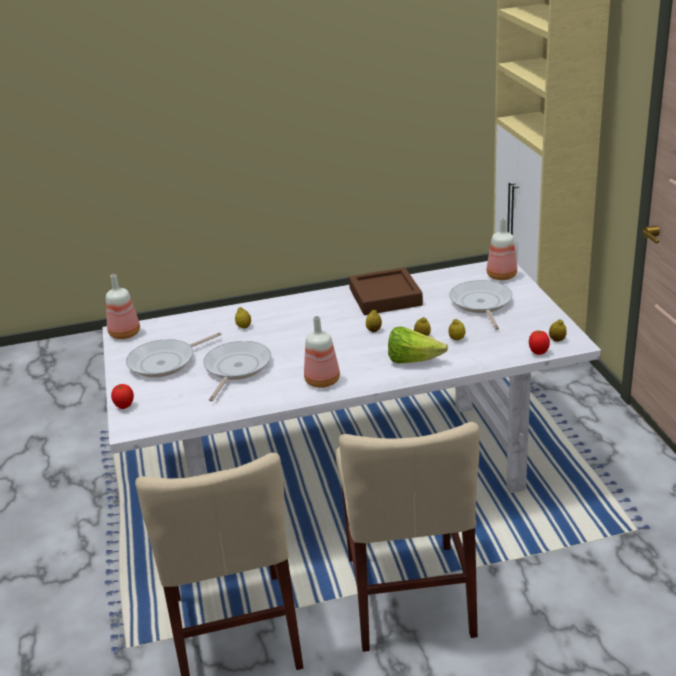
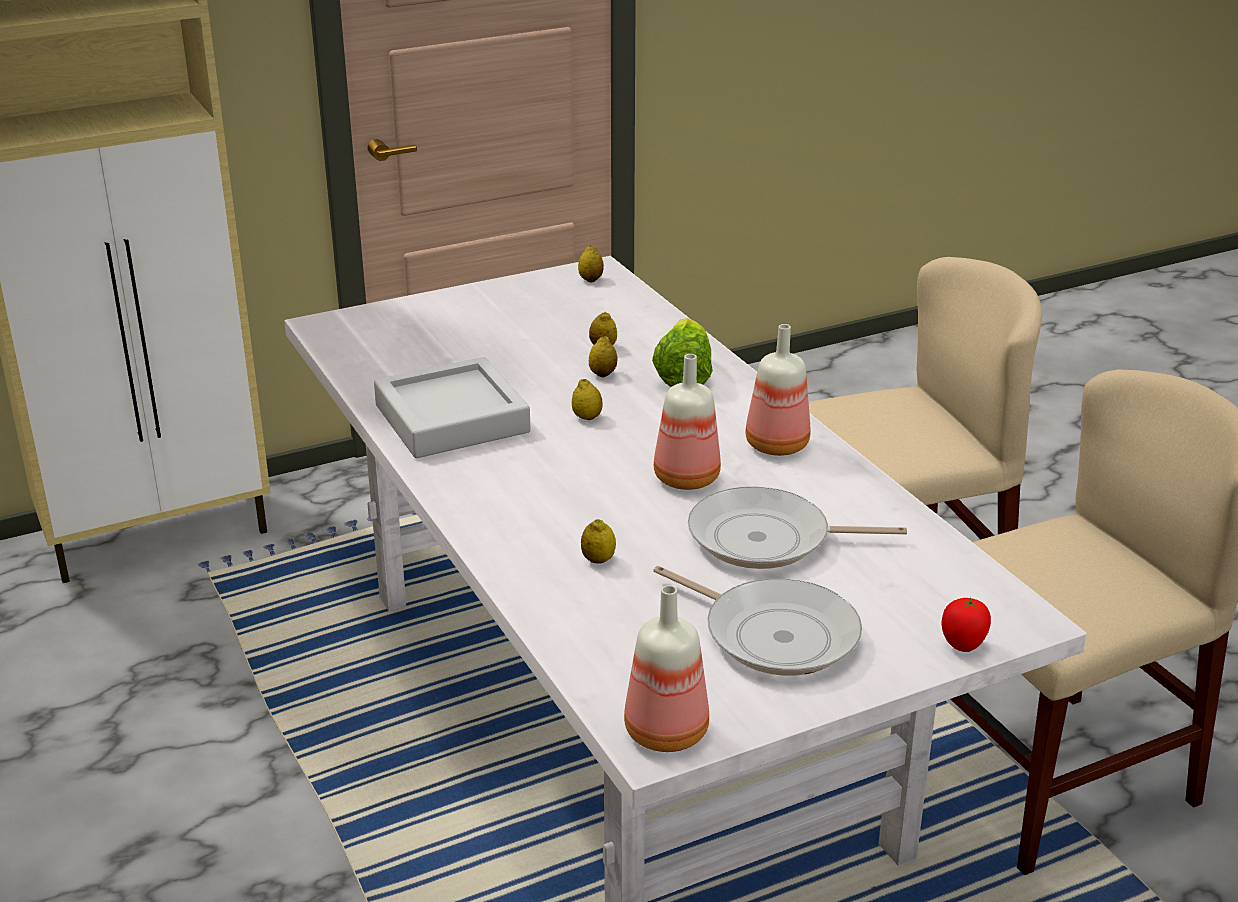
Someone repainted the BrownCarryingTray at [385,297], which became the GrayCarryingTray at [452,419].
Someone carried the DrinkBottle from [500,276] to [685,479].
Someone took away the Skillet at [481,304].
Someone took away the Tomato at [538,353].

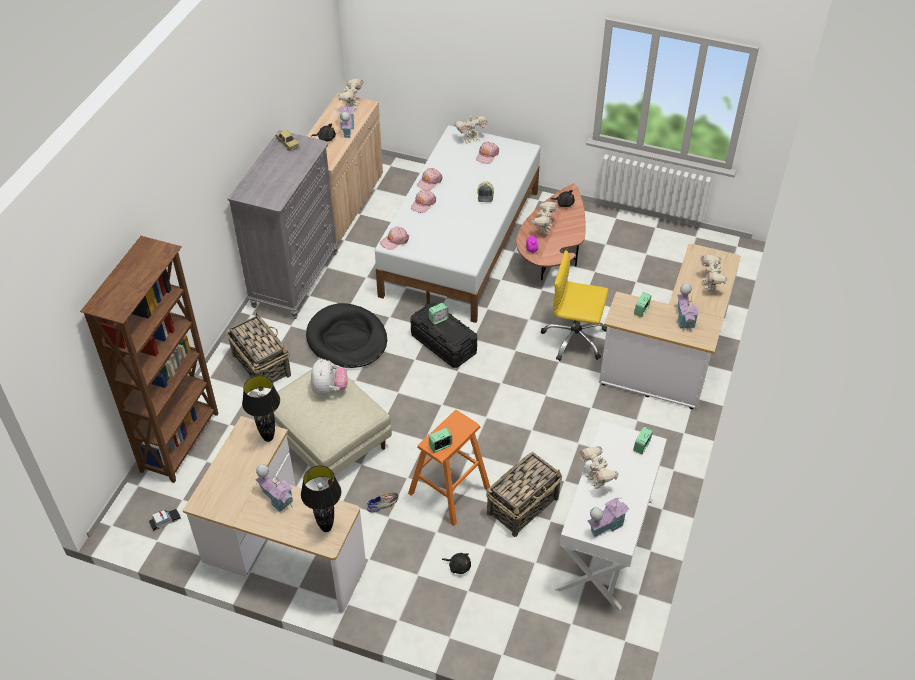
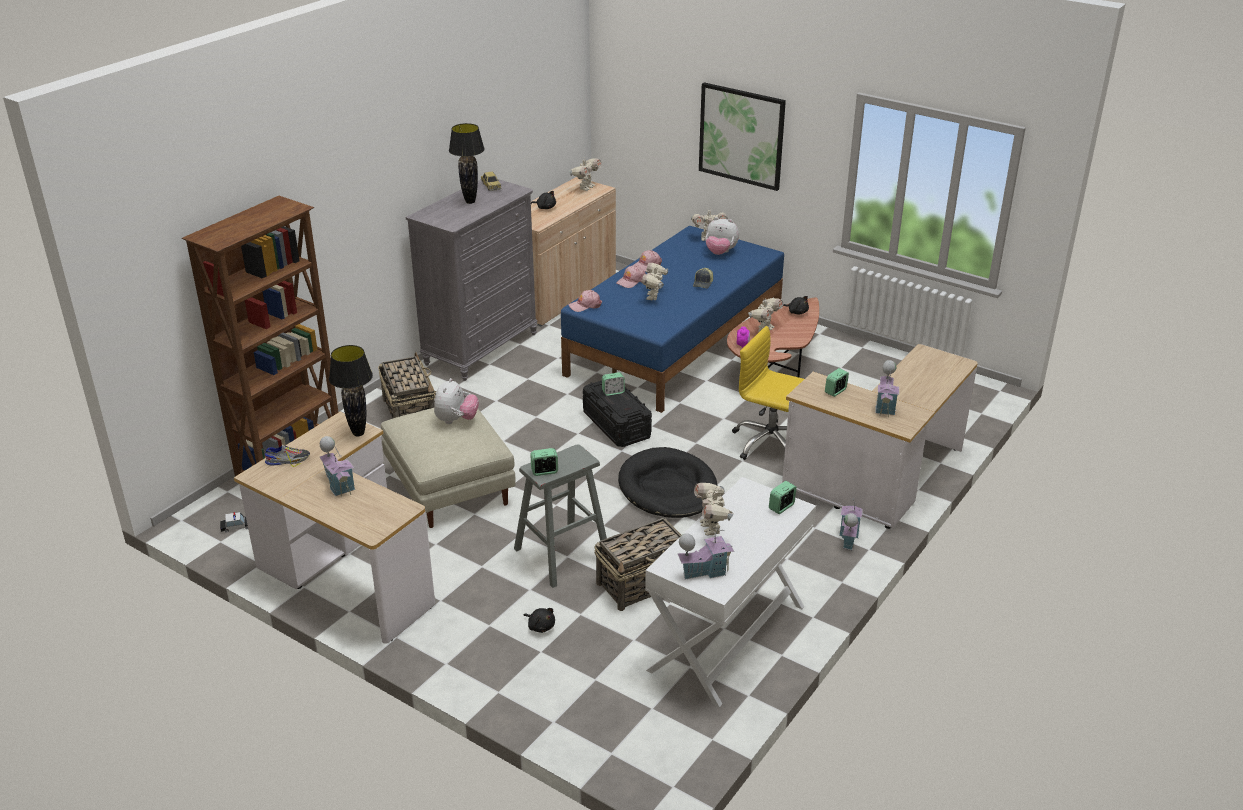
Someone carried the Shoe from [383,504] to [288,460].
Someone carried the BlackishTabletopLamp from [326,528] to [470,202].
Someone repainted the OrangeColouredSittingStool at [449,491], which became the GraySittingStool at [562,555].
Someone repainted the WhiteBedroomBed at [462,242], which became the BlueColouredBedroomBed at [676,344].
Someone carried the BlackishDogBed from [347,339] to [668,488].
Someone carried the RobotFigure from [709,285] to [653,297].
Someone put up the WallArt at [741,136].
Someone swapped the PinkBaseballCap at [487,155] for the PlushToy at [720,252].
Someone carried the ModelHouse from [347,130] to [848,538].

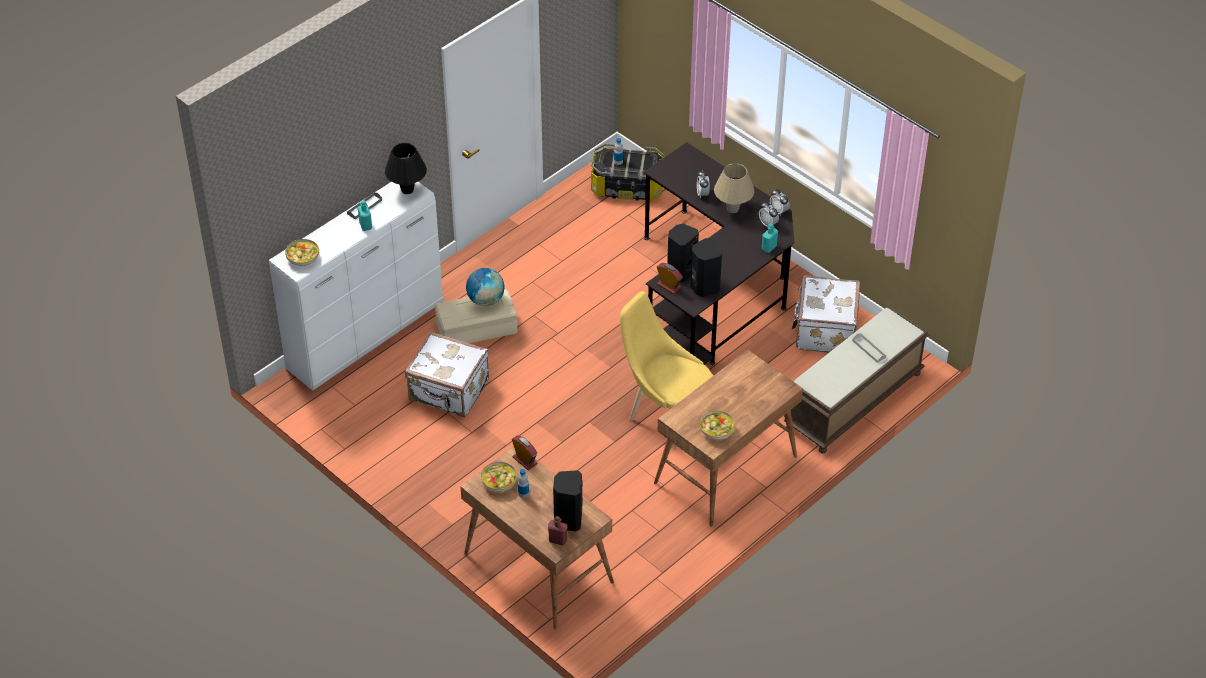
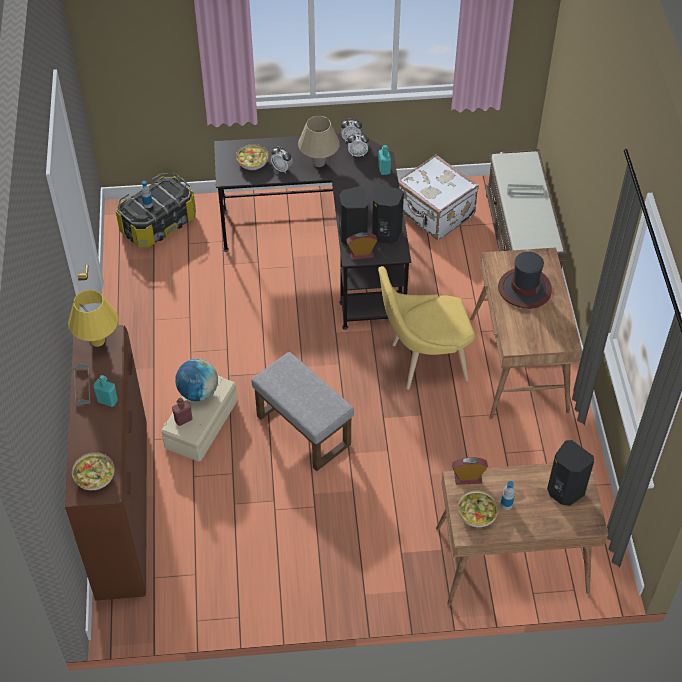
Someone repainted the WhiteDresser at [367,336], which became the BrownDresser at [124,510].
Someone repainted the BlackishTabletopLamp at [407,190], which became the YellowColouredTabletopLamp at [98,341].
Someone carried the RedColouredDrinkBottle from [558,540] to [183,420].
Someone carried the DeepDish from [717,430] to [252,162].
Someone put down the GrayOttoman at [302,430].
Someone put down the WearableHat at [524,289].
Someone took away the WhiteTravelCase at [449,391].

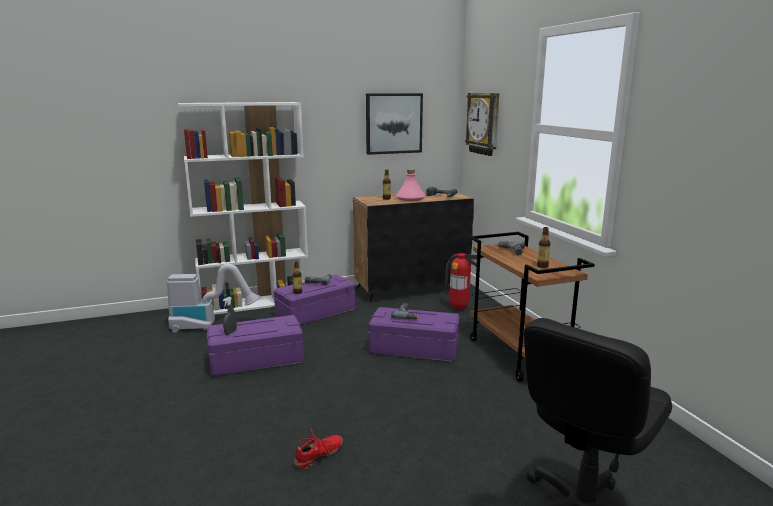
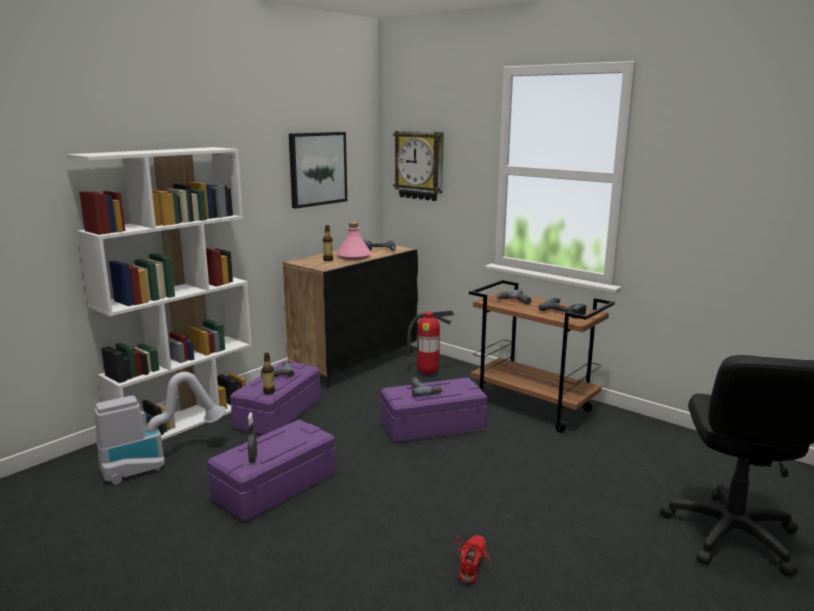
Someone swapped the DrinkBottle at [542,266] for the PowerDrill at [564,311].

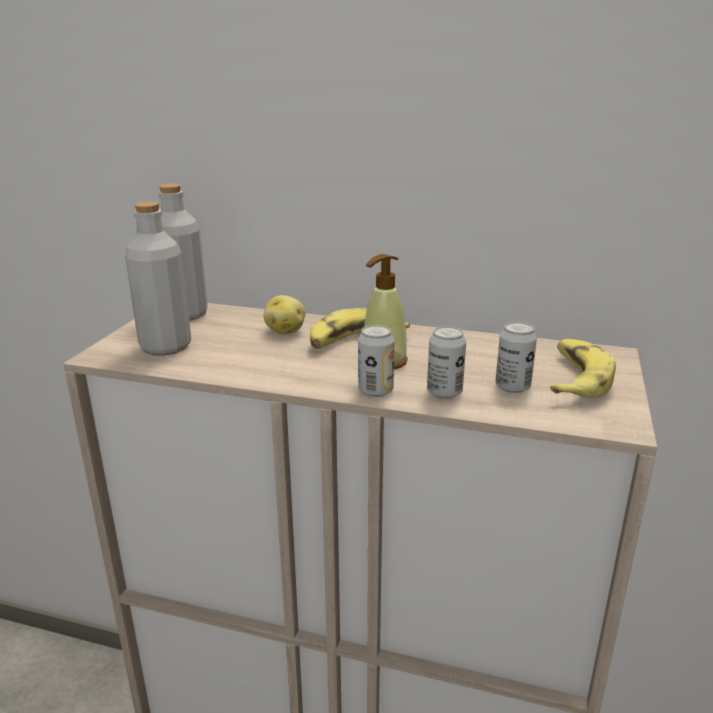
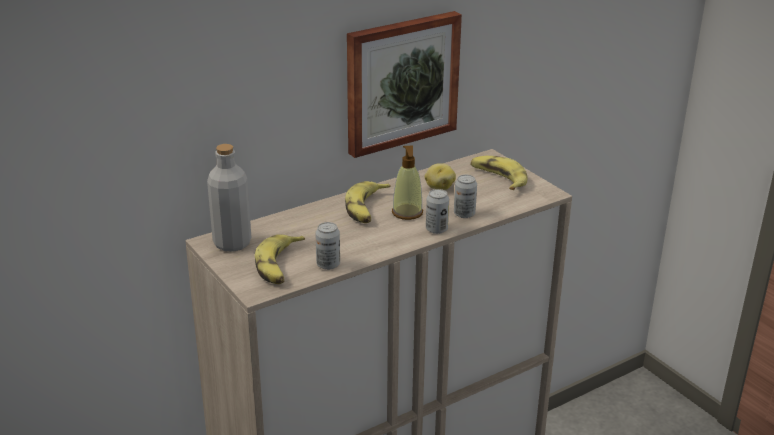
Someone swapped the GrayDrinkBottle at [165,347] for the BananaFruit at [279,266].
Someone carried the SealedCan from [512,387] to [328,264].
Someone put up the WallArt at [401,82].
Someone carried the WholePotato from [285,330] to [439,187].

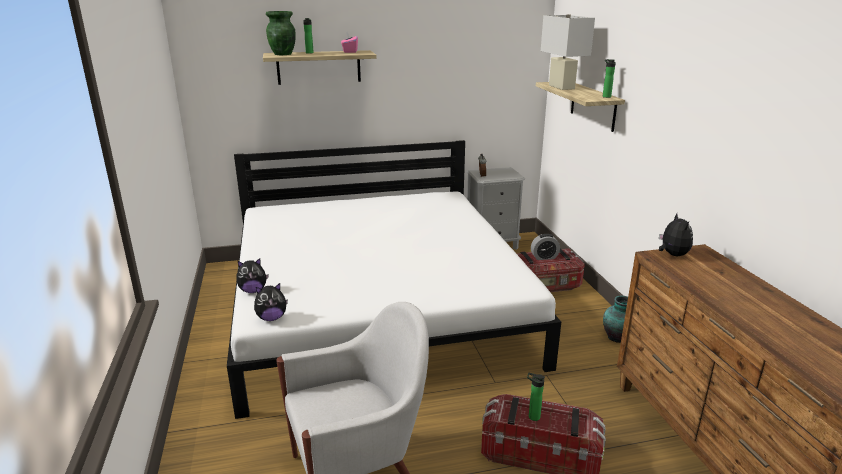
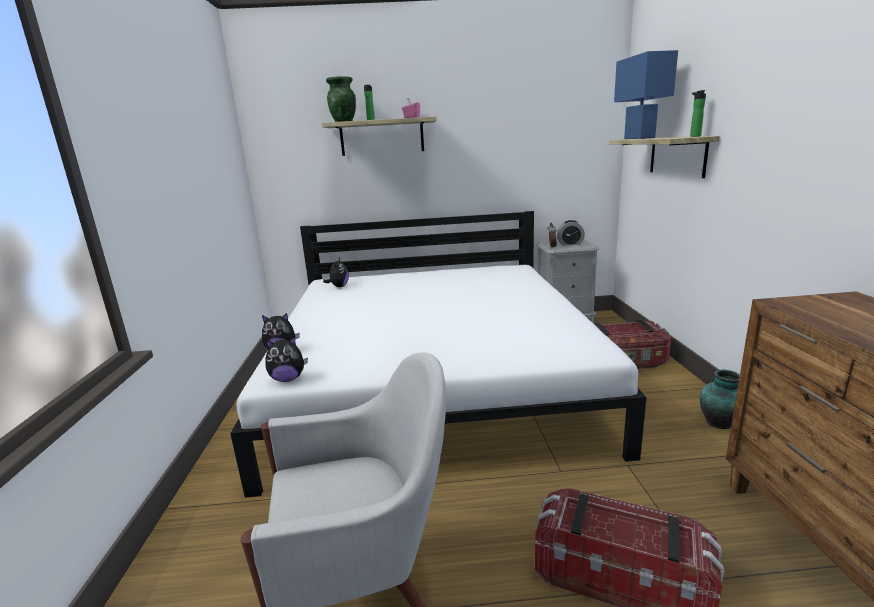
Someone carried the PlushToy from [672,254] to [339,286].
Someone carried the TableClock from [544,257] to [570,244].
Someone repainted the WhiteTabletopLamp at [561,87], which became the BlueColouredTabletopLamp at [639,138].
Someone took away the DrinkBottle at [532,416].

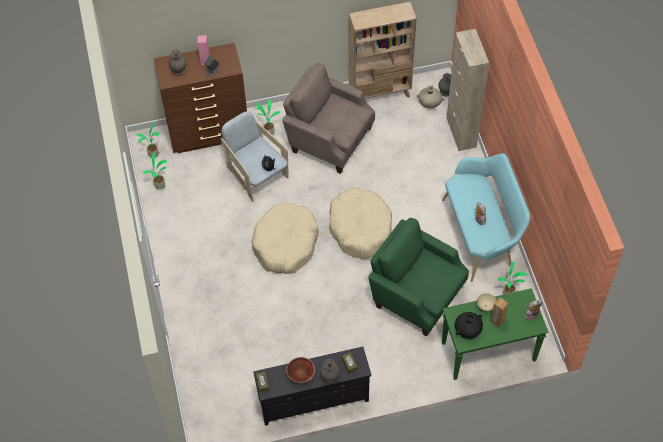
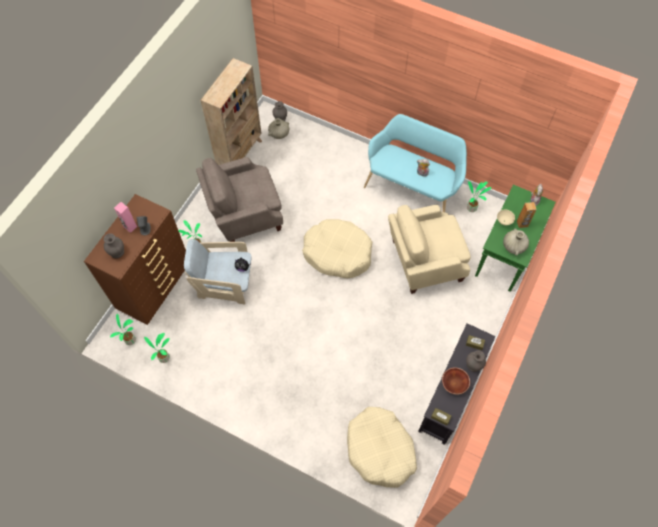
Someone carried the SandColouredDogBed from [285,244] to [380,450].
Someone repainted the GreenLoungeChair at [417,294], which became the SandColouredLoungeChair at [424,261].
Someone repainted the BlackishVase at [468,329], which became the SandColouredVase at [514,246].
Someone took away the SandColouredStorageCabinet at [461,132].

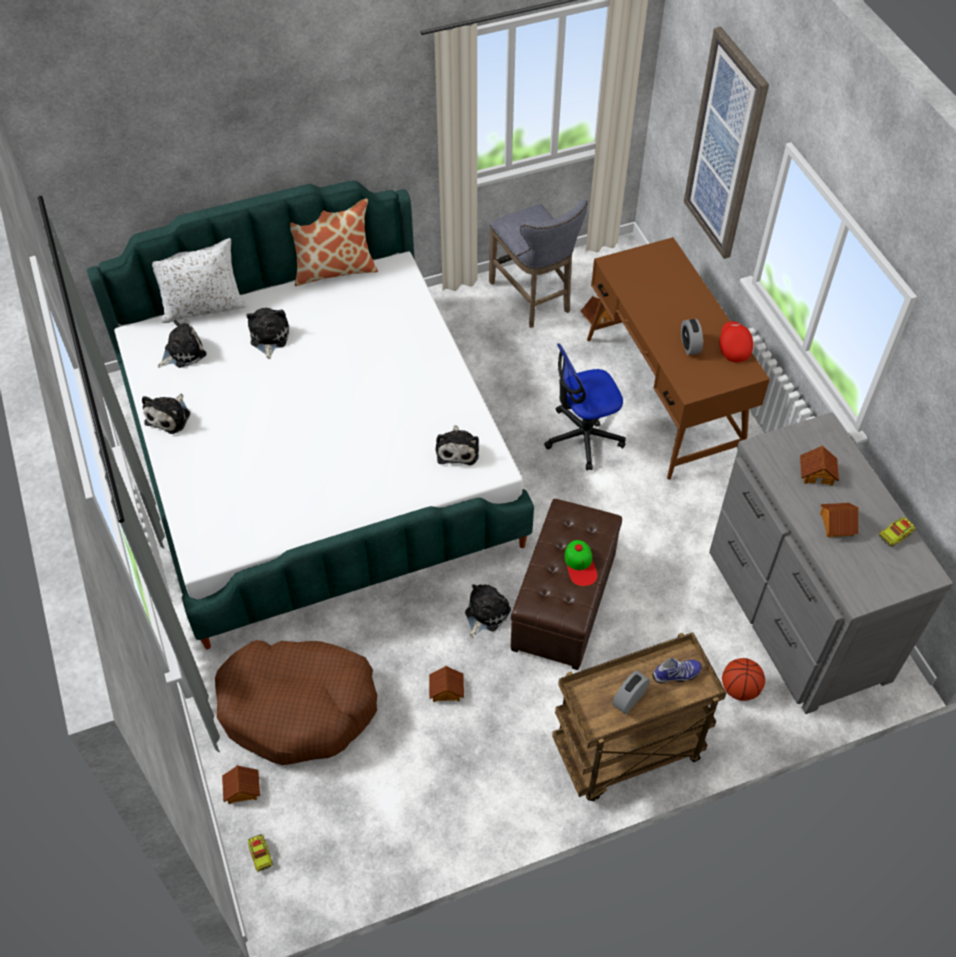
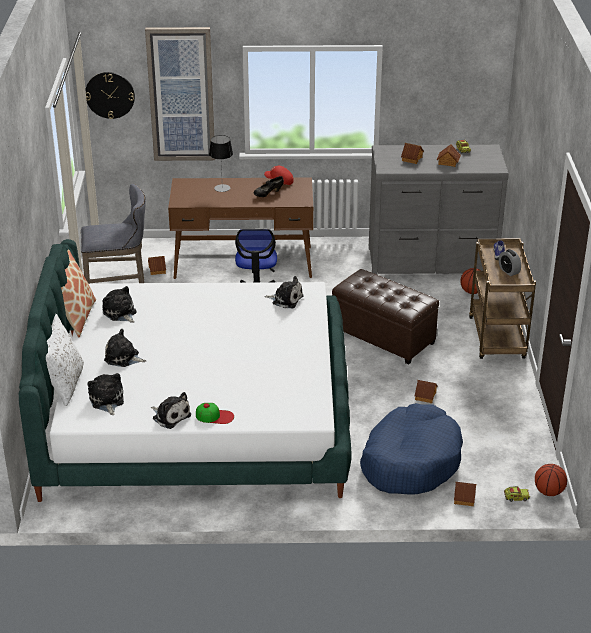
Someone put up the WallClock at [110,95].
Someone carried the PlushToy from [485,613] to [120,313].
Someone carried the BaseballCap from [580,565] to [215,416].
Someone put down the TabletopLamp at [222,188].
Someone swapped the TableClock at [689,346] for the BlackishShoe at [268,194].
Someone repainted the BrownDogBed at [298,707], which became the BlueColouredDogBed at [410,461].
Someone put down the BallForBasketball at [548,492].

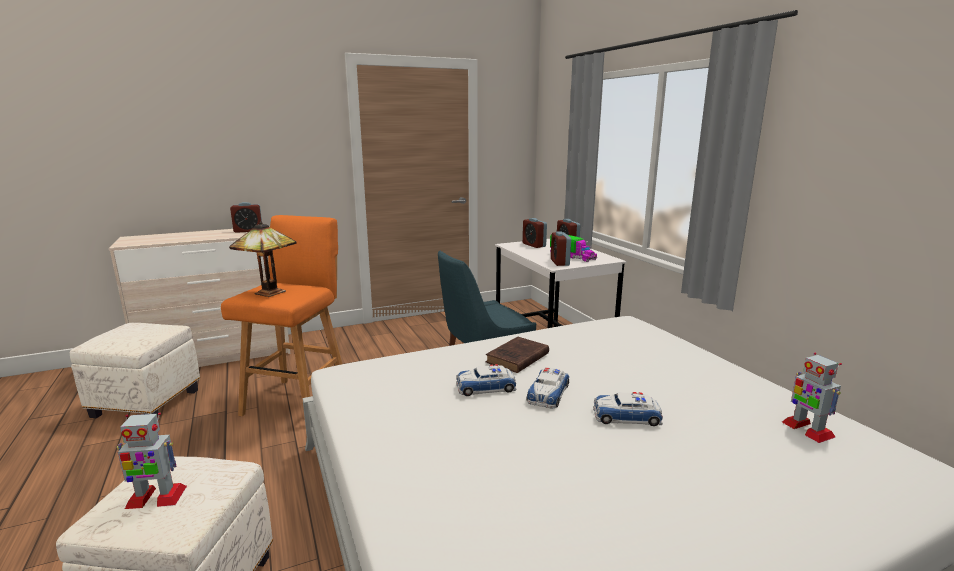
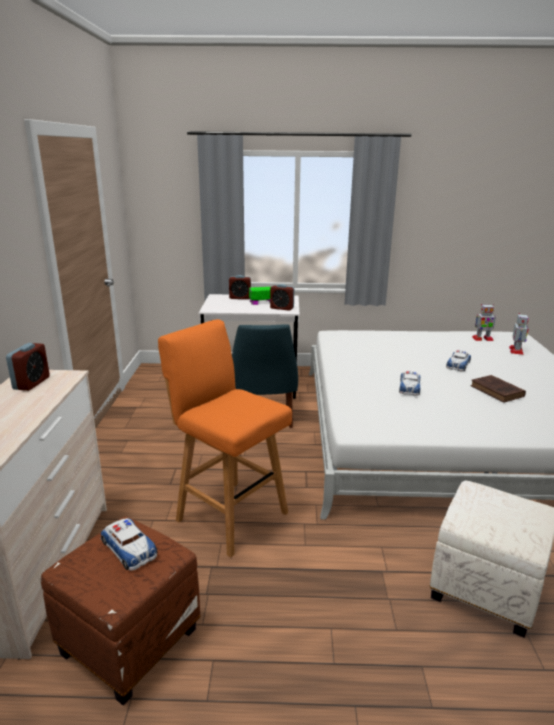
Someone repainted the WhiteOttoman at [148,403], which became the BrownOttoman at [130,639].
Someone carried the ModelCar from [548,393] to [129,548].
Someone carried the BrownBook from [516,359] to [498,392].
Someone carried the RobotFigure from [155,497] to [516,351].
Someone took away the TabletopLamp at [269,293].
Someone took away the TableClock at [534,245].

